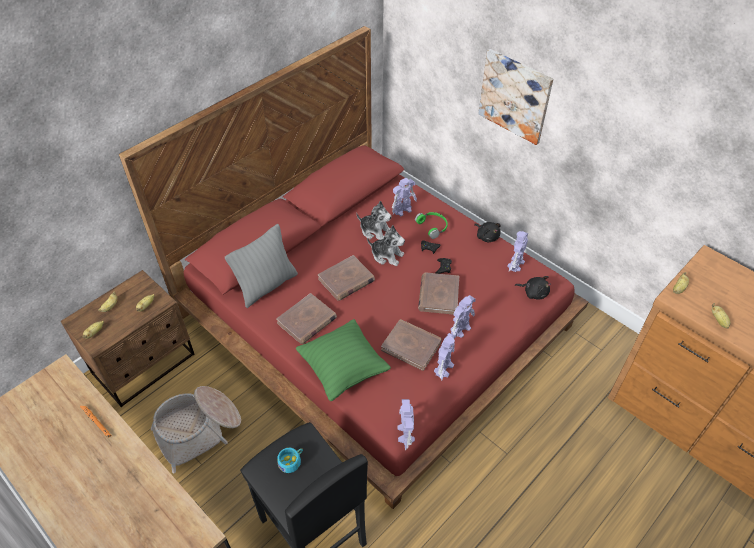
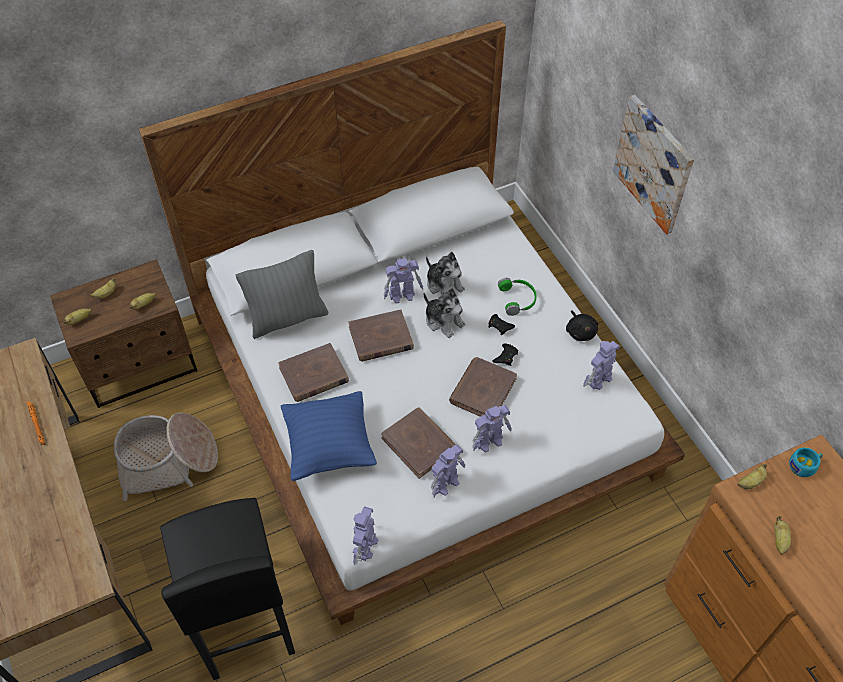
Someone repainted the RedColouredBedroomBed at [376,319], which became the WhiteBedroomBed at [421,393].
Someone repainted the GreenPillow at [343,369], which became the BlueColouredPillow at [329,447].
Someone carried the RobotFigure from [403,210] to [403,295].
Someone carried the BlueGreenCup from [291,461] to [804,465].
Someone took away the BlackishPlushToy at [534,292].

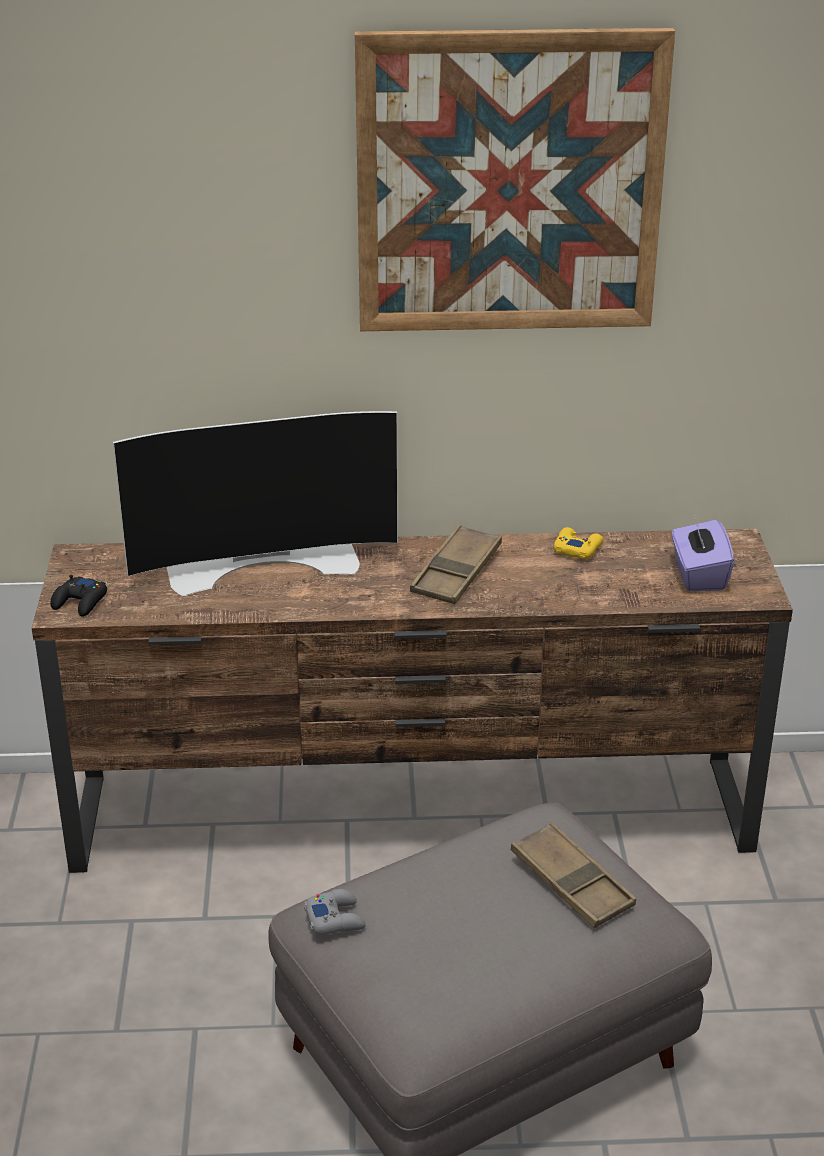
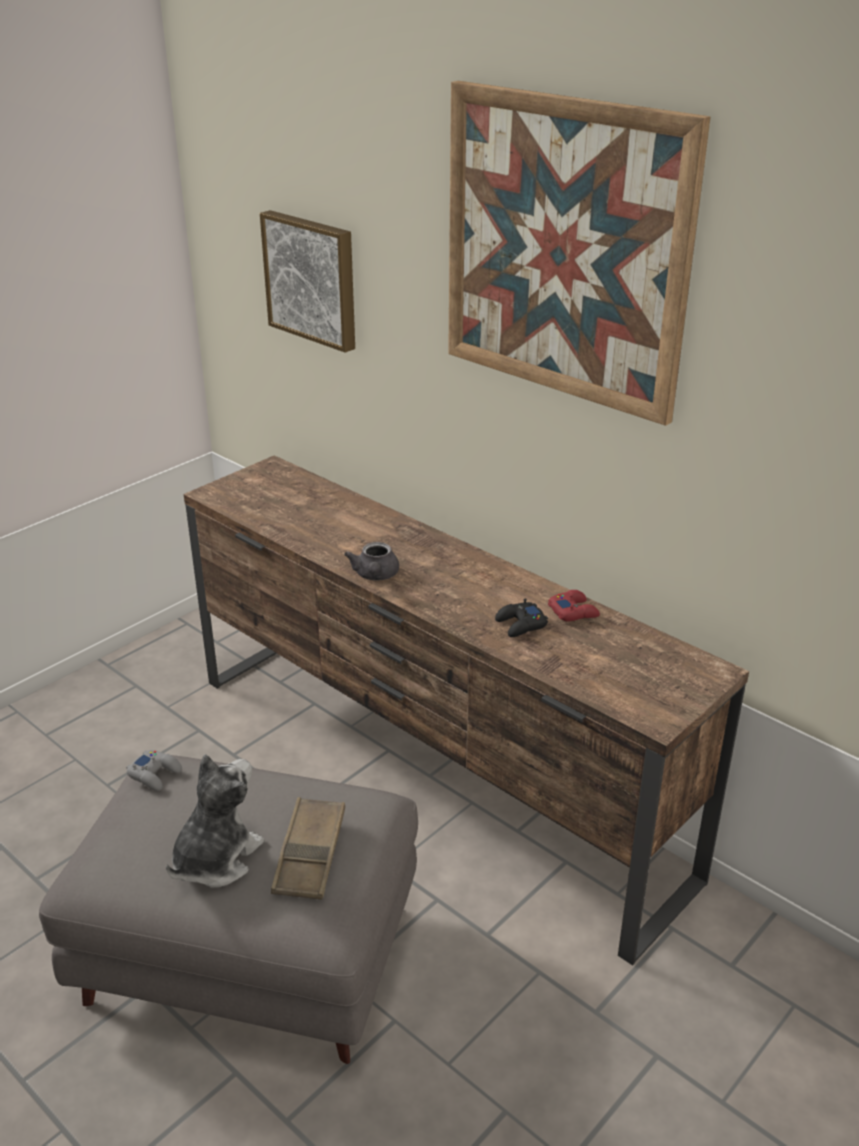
Someone put down the PlushToy at [215,858].
Someone put up the WallArt at [312,279].
Someone put down the GrayTeapot at [375,576].
Someone carried the BlackishJoypad from [80,602] to [521,625].
Someone repainted the YellowColouredJoypad at [577,549], which became the RedColouredJoypad at [573,611].
Someone took away the TvSet at [264,562].
Someone took away the BrownCarryingTray at [456,572].
Someone took away the PurplishTissueHolder at [698,575].

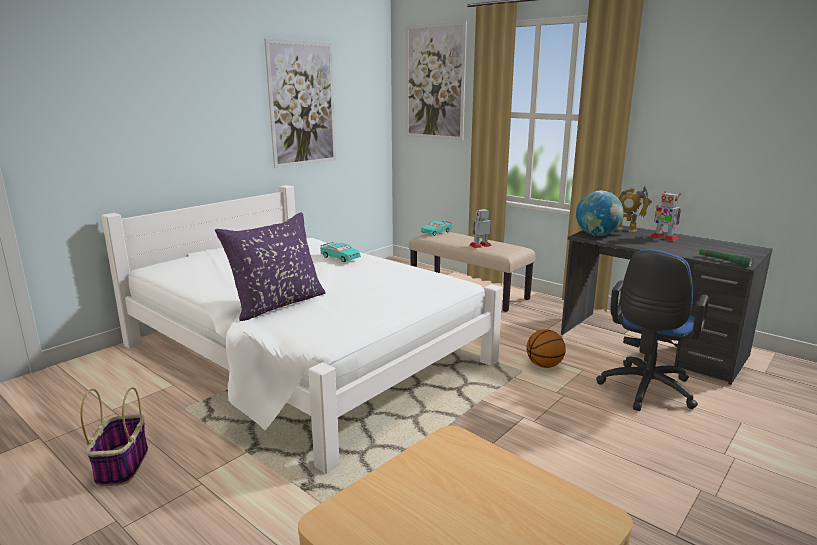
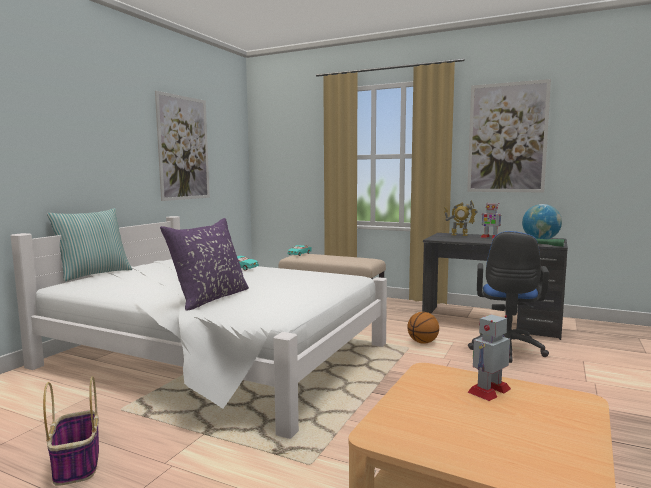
Someone put down the Pillow at [94,274].
Someone carried the WallArt from [434,82] to [507,138].
Someone carried the RobotFigure from [480,245] to [489,390].
Someone carried the DeskGlobe from [597,235] to [540,240].

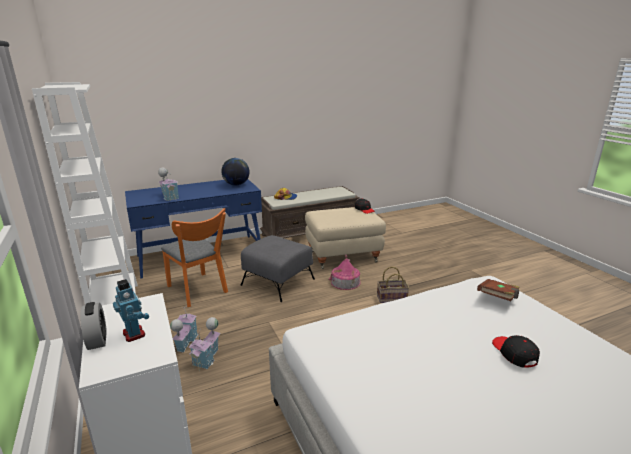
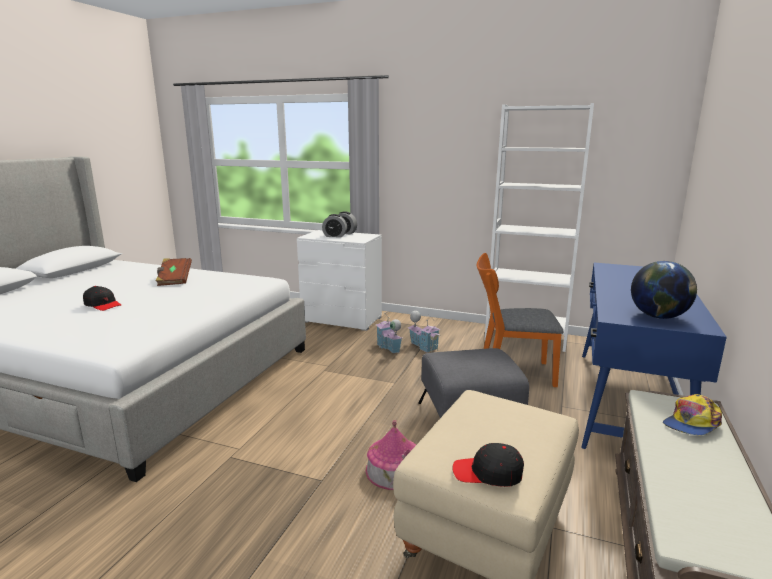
Someone carried the BrownBook from [498,298] to [174,280].
Someone swapped the RobotFigure at [134,334] for the TableClock at [335,236].
Someone took away the ModelHouse at [169,197].
Someone took away the Basket at [392,298].

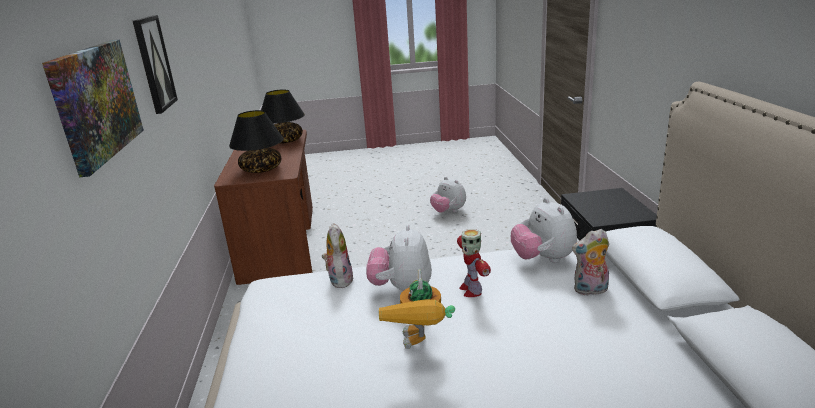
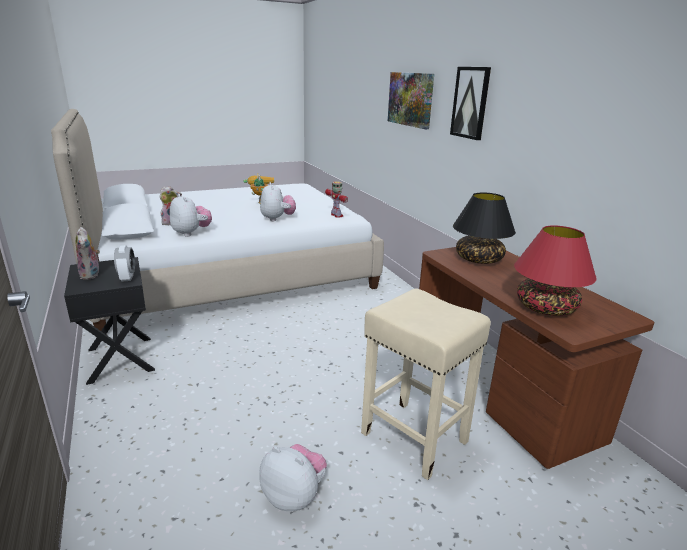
Someone carried the PlushToy from [339,279] to [91,275].
Someone put down the TableClock at [127,277].
Someone carried the RobotFigure from [471,290] to [336,215].
Someone put down the SandColouredSittingStool at [412,437].
Someone repainted the BlackishTabletopLamp at [285,141], which became the RedColouredTabletopLamp at [546,308].

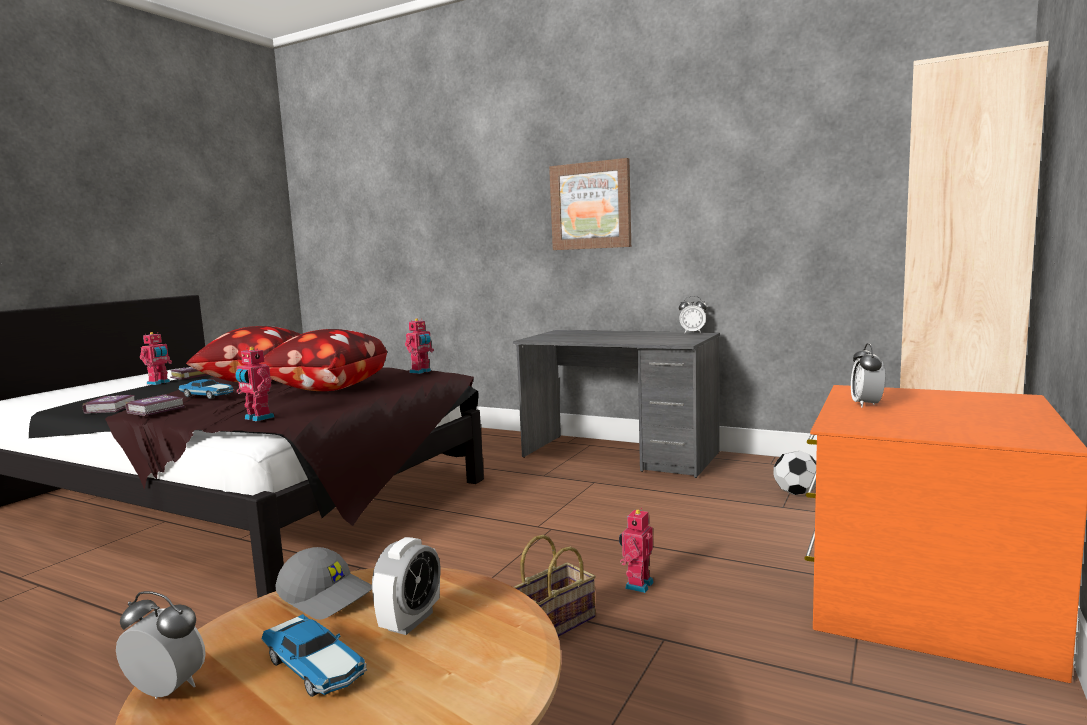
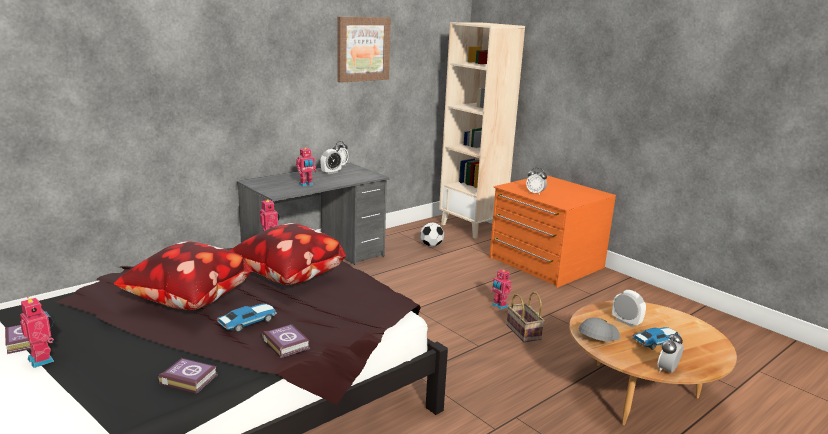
Someone carried the RobotFigure from [257,418] to [306,184].
Someone put down the TableClock at [331,172].
Someone carried the WallArt from [591,206] to [363,49].

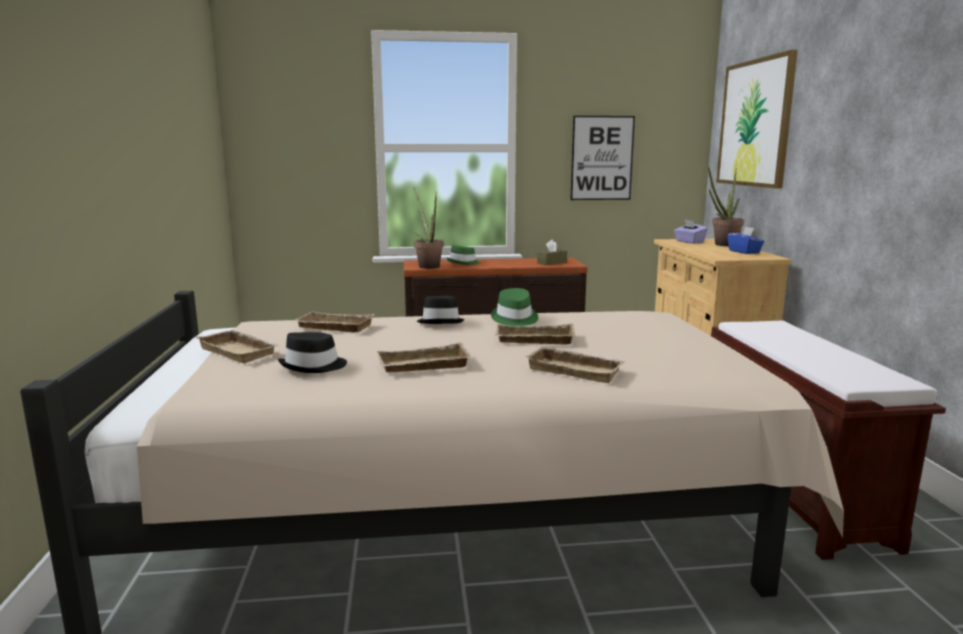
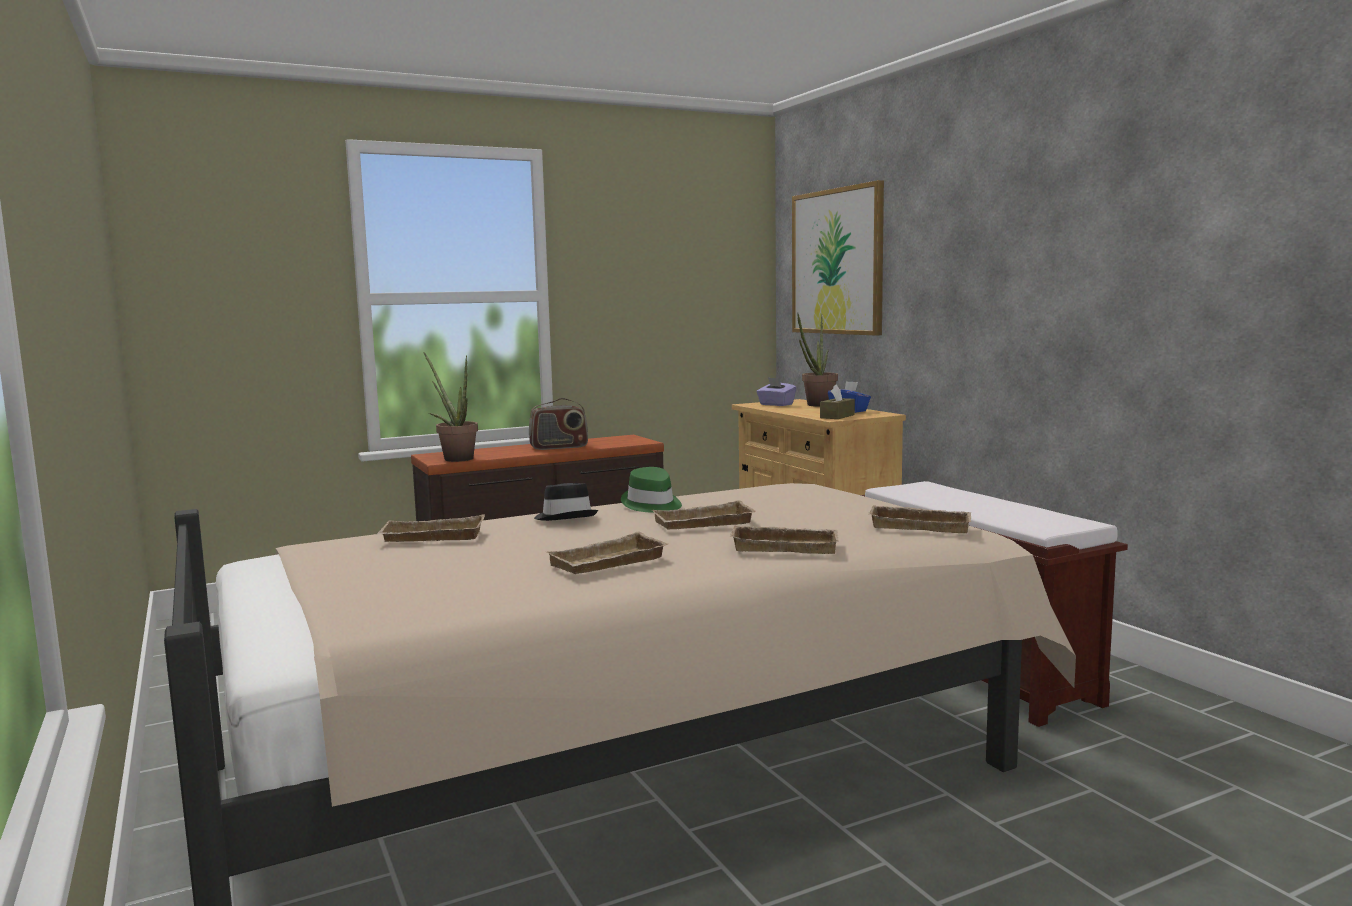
Someone put down the Radio at [559,447].
Someone carried the BrownTissueHolder from [552,262] to [837,416].
Someone carried the SandColouredCarryingTray from [241,351] to [921,525].
Someone took away the BlackishWearableHat at [314,366].
Someone took away the GreenWearableHat at [464,263].
Someone took away the WallArt at [602,158].

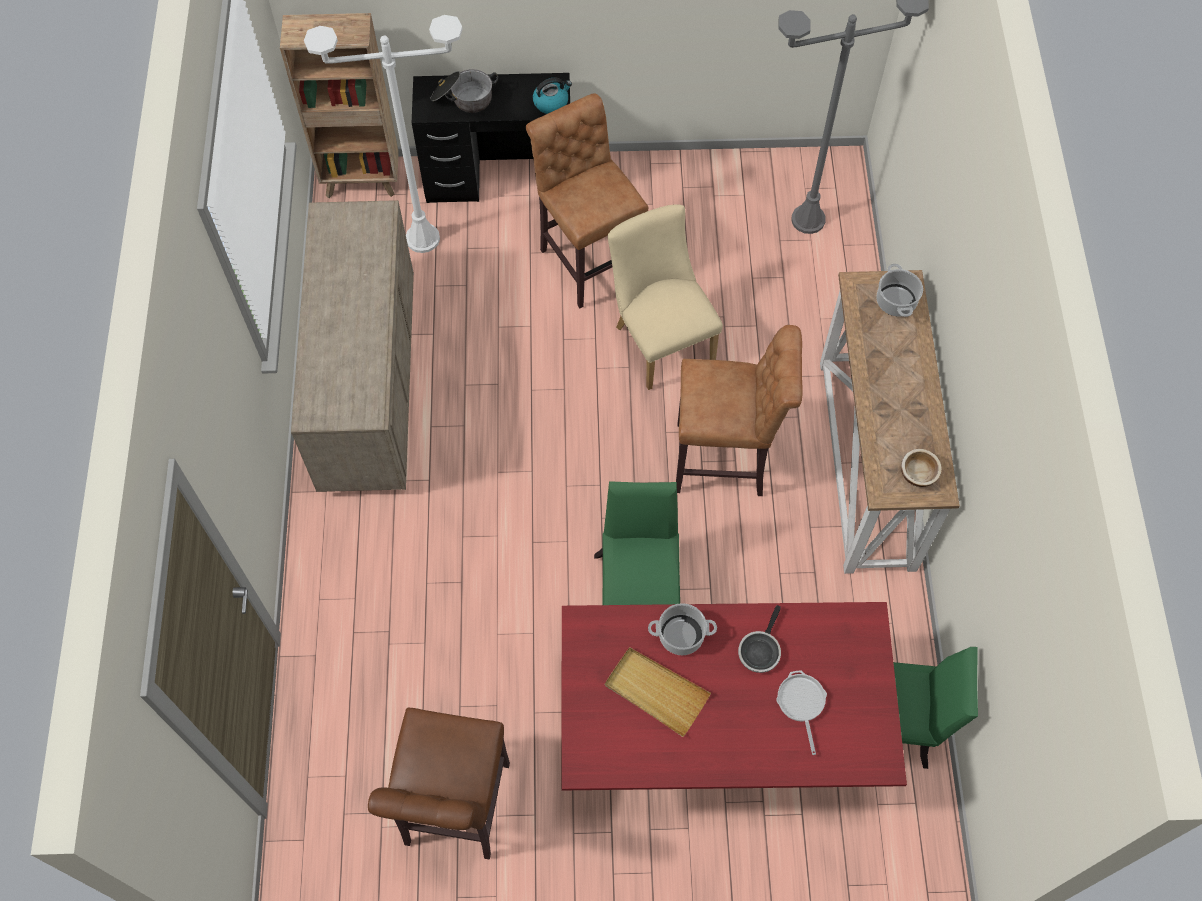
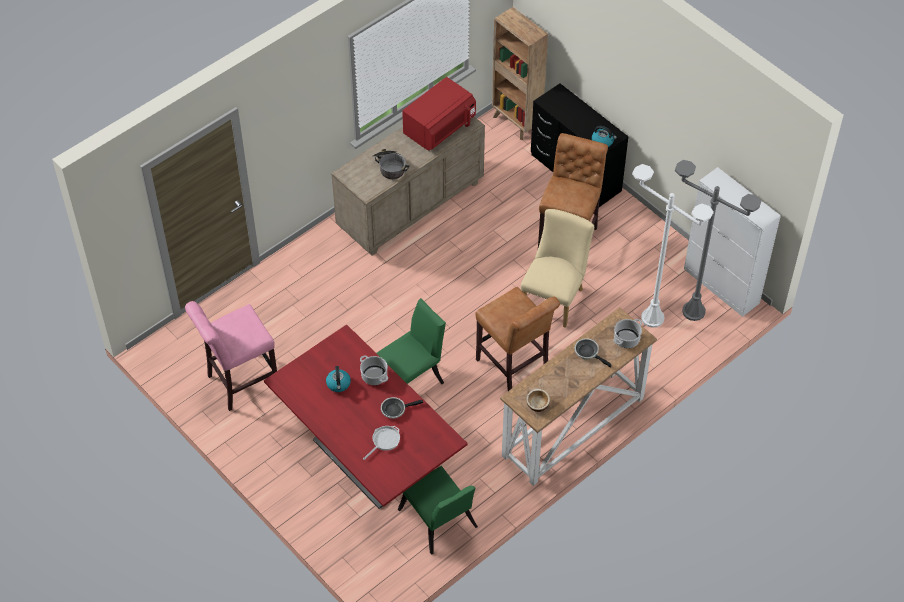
Someone repainted the BrownSittingStool at [455,810], which became the PinkSittingStool at [239,383].
Someone swapped the SandColouredCarryingTray at [656,692] for the Kettle at [338,384].
Someone carried the Stockpot from [463,98] to [390,167].
Someone put down the RedColouredKitchenMicrowave at [439,128].
Someone put down the Skillet at [588,352].
Someone carried the WhiteStandardLamp from [423,238] to [652,318].
Someone put down the WhiteStorageCabinet at [721,286].

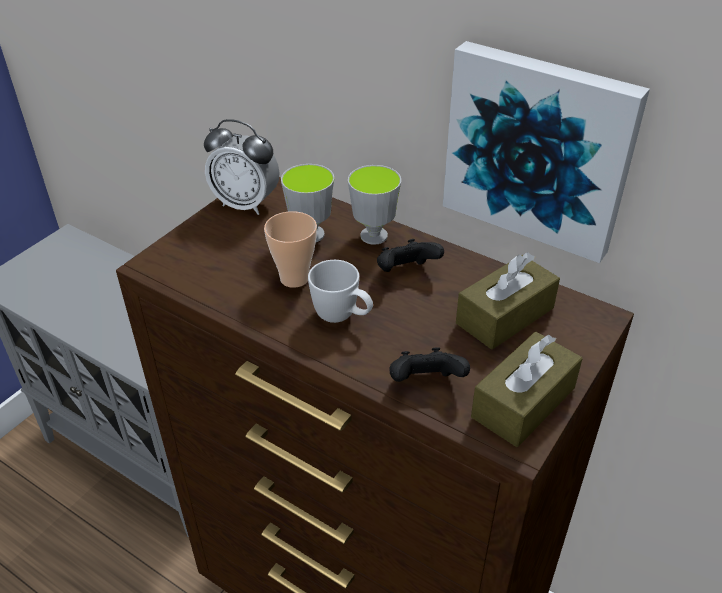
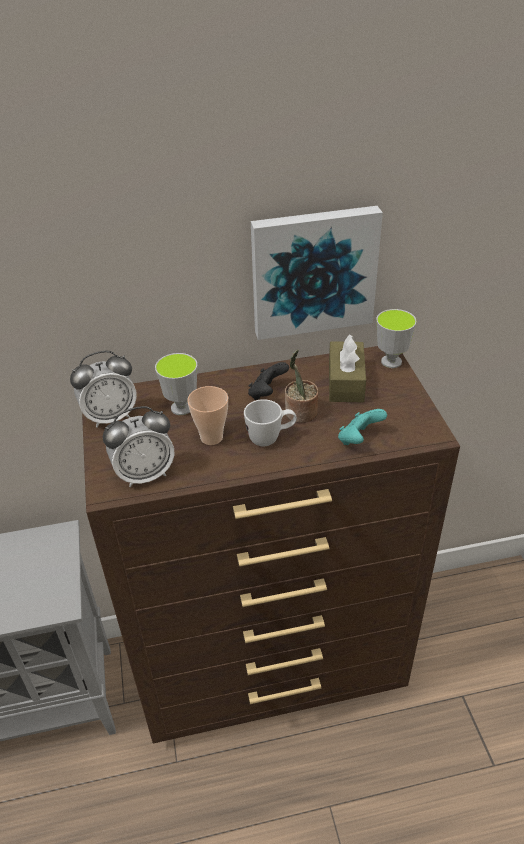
Someone put down the TableClock at [145,474].
Someone put down the Houseplant at [300,414].
Someone repainted the BlackishJoypad at [426,383], which became the BlueGreenJoypad at [359,439].
Someone carried the Cup from [374,236] to [391,362].
Someone took away the BrownTissueHolder at [523,402].

